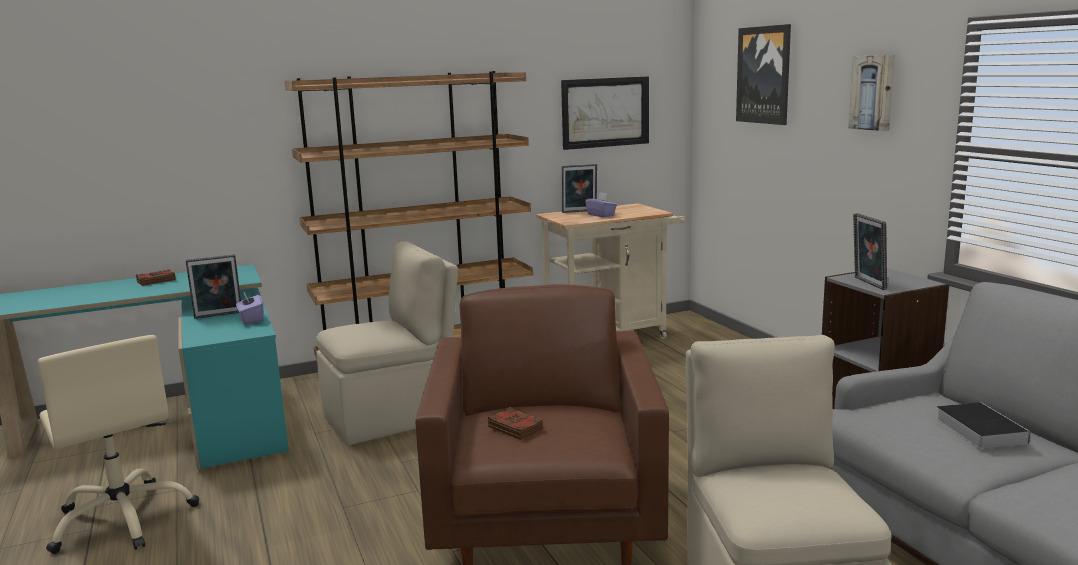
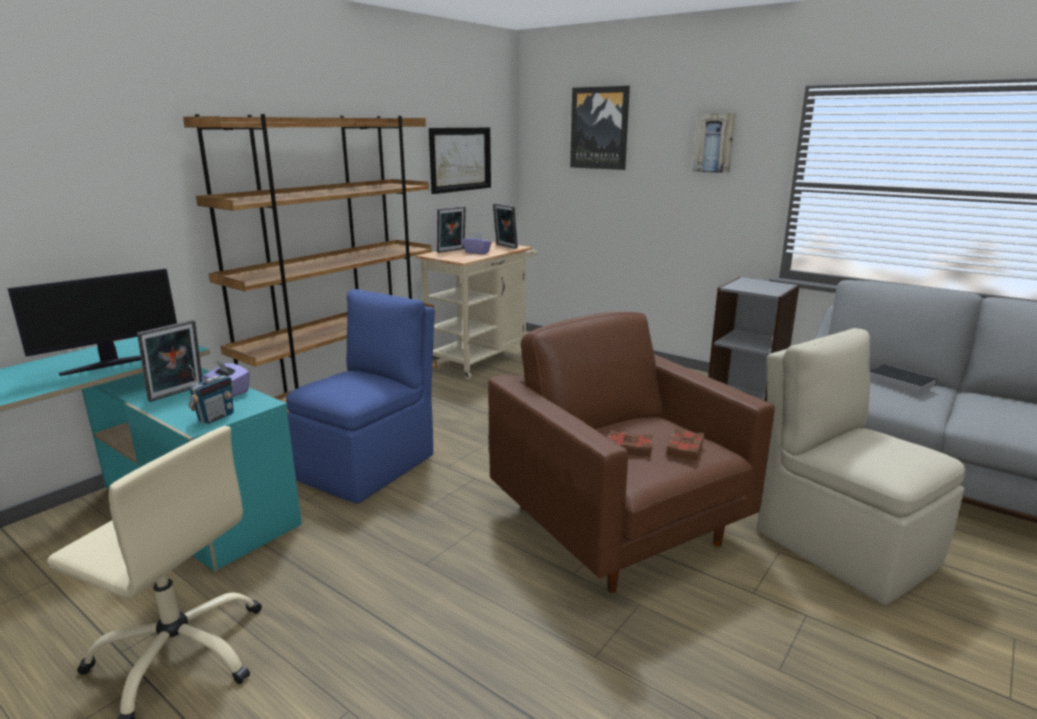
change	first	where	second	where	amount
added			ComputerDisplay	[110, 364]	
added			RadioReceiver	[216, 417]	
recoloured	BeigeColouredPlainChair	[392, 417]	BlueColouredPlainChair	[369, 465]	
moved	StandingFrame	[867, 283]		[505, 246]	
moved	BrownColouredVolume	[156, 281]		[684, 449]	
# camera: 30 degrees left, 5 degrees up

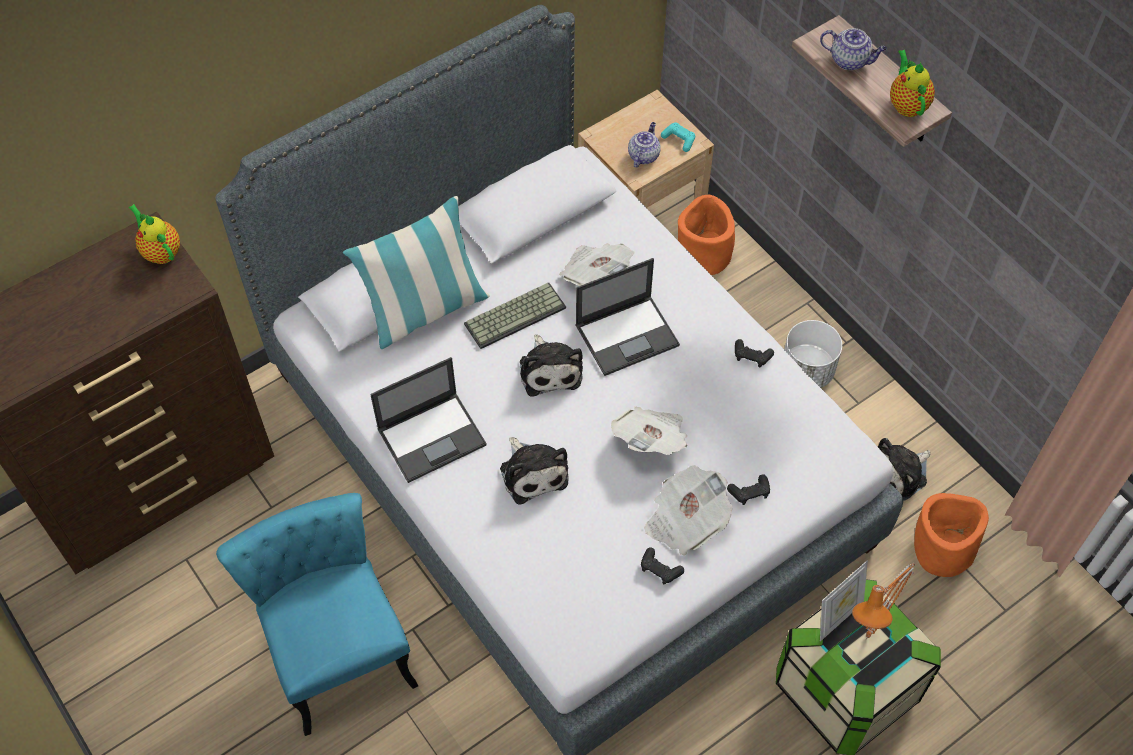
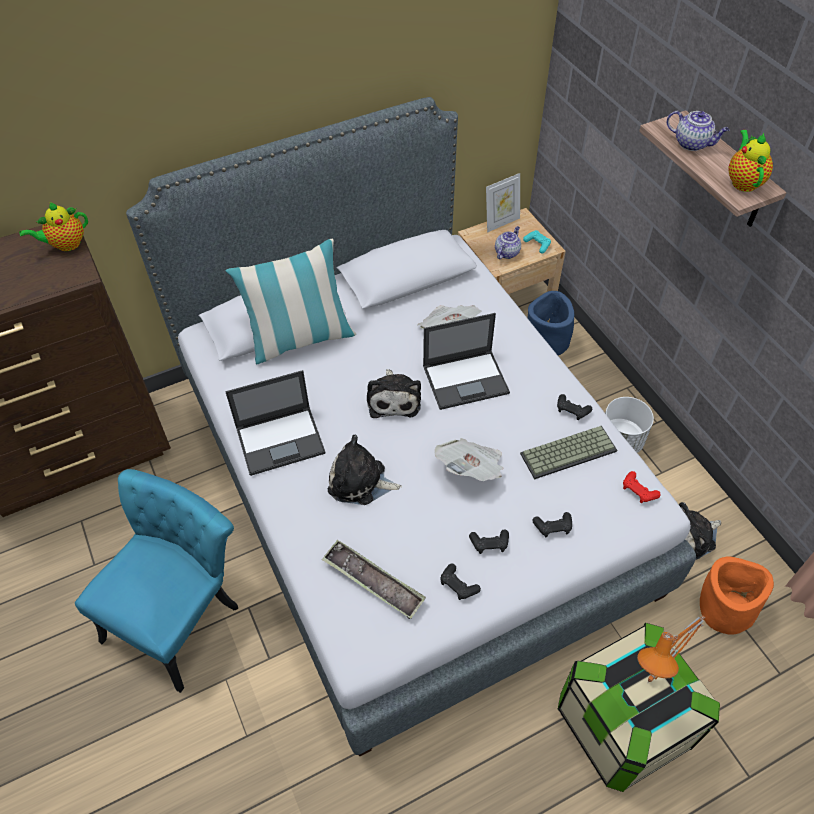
change	first	where	second	where	amount
turned	PotForTea	[160, 251]		[66, 245]	90 degrees counterclockwise
turned	BlueGreenPlainChair	[336, 646]		[181, 612]	45 degrees clockwise
added			Tray	[373, 582]	
turned	PlushToy	[533, 472]		[360, 482]	120 degrees clockwise
replaced	PrintedPaper	[685, 520]	BlackGamepad	[489, 544]	
moved	StandingFrame	[837, 617]		[501, 223]	
moved	ComputerKeyboard	[515, 314]		[568, 451]	
recoloured	OrangeyPlantPot	[704, 255]	BlueColouredPlantPot	[547, 341]	
added			RedColouredGamepad	[638, 491]	
# camera: 10 degrees right, 5 degrees down

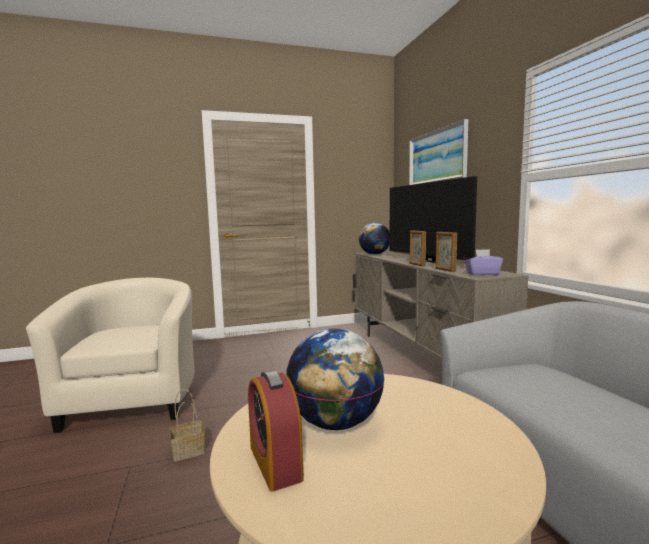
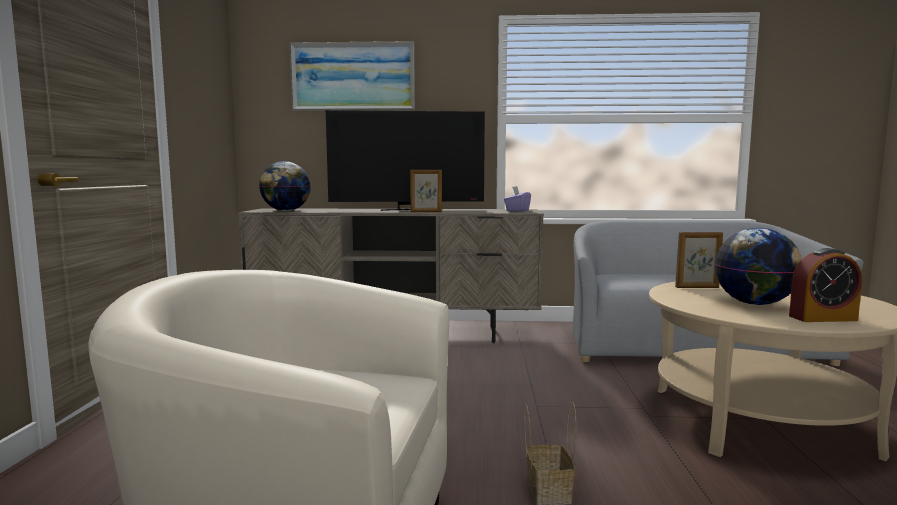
change	first	where	second	where	amount
moved	StandingFrame	[445, 270]		[697, 287]	
# camera: 70 degrees left, 0 degrees up

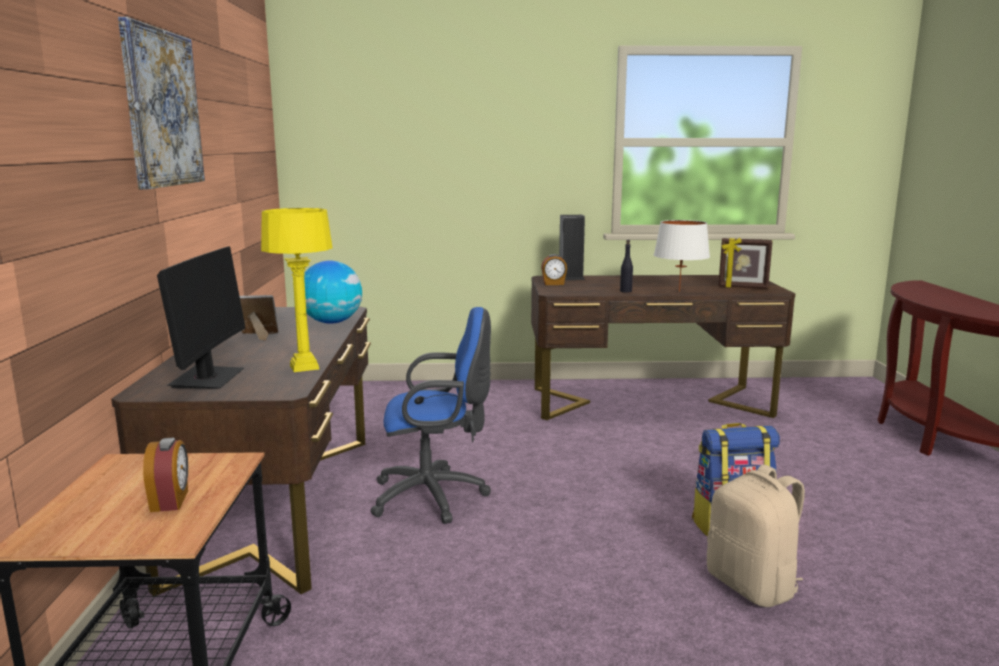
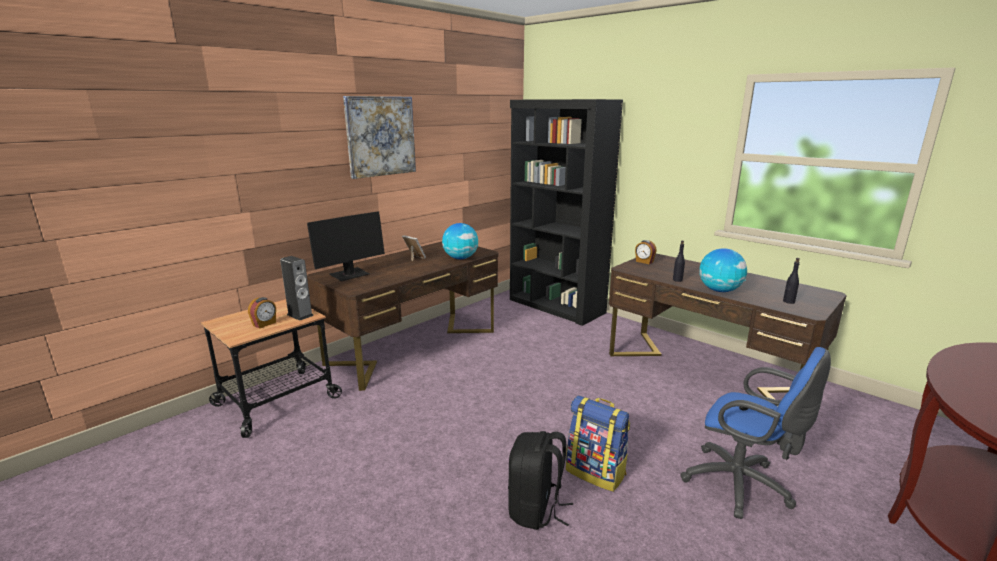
change	first	where	second	where	amount
moved	Speaker	[570, 278]		[300, 315]	
recoloured	BeigeColouredBackpack	[753, 586]	BlackBackpack	[536, 509]	
added			BlackShelvingUnit	[556, 306]	
moved	BlueColouredComputerChair	[435, 497]		[742, 486]	
replaced	WhitishTableLamp	[679, 291]	Globe	[719, 290]	
replaced	StandingFrame	[742, 287]	BlackBeverageBottle	[788, 301]	
removed	YellowColouredTableLamp	[305, 367]			
# camera: 45 degrees right, 5 degrees up

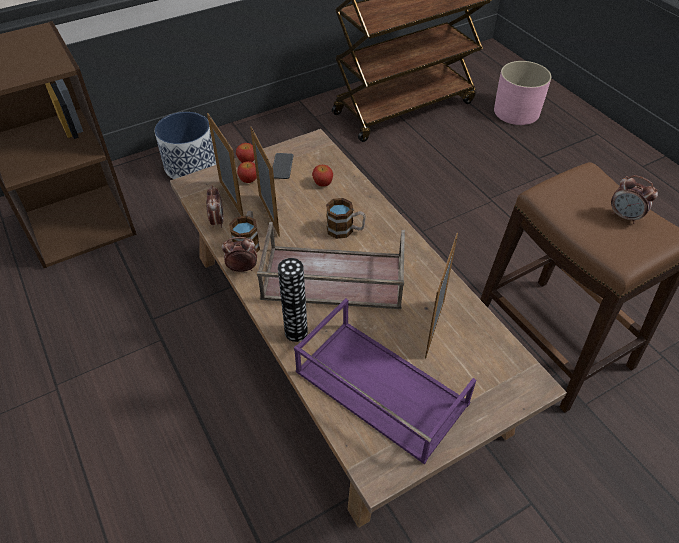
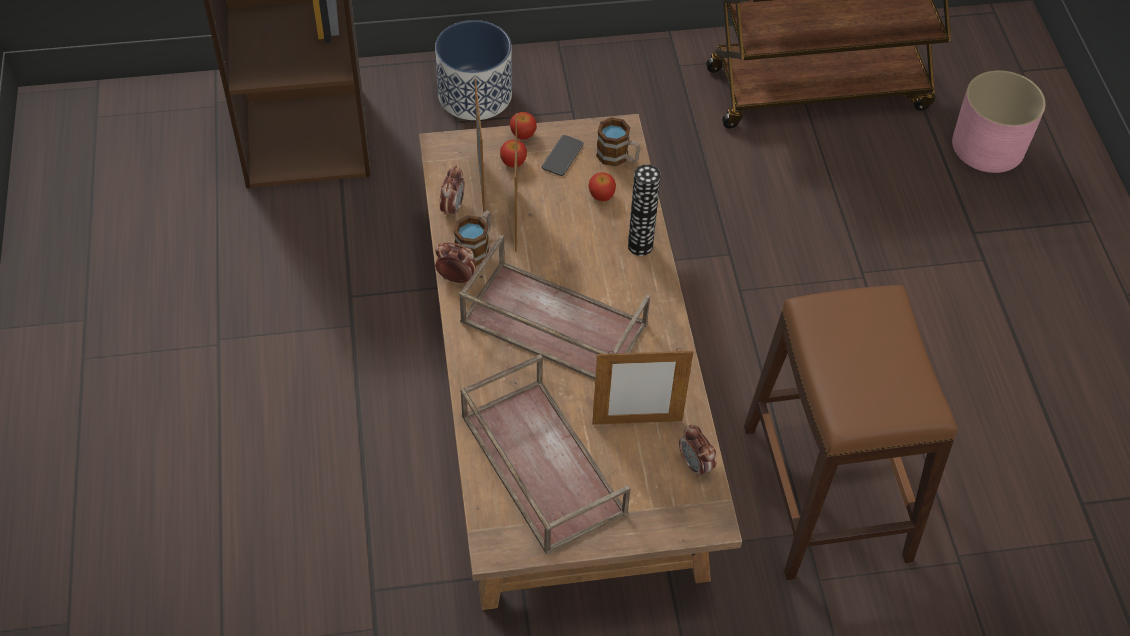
change	first	where	second	where	amount
recoloured	PurplishTray	[378, 388]	BrownColouredTray	[540, 463]	
turned	StandingFrame	[435, 328]		[637, 422]	135 degrees counterclockwise
moved	Mug	[345, 230]		[618, 157]	
moved	Vase	[296, 332]		[640, 246]	
moved	TableClock	[625, 216]		[695, 465]	
# camera: 20 degrees right, 5 degrees up

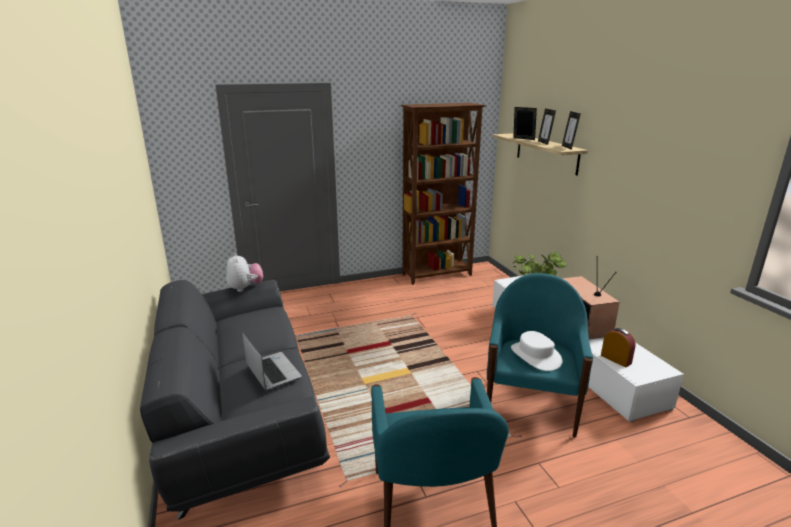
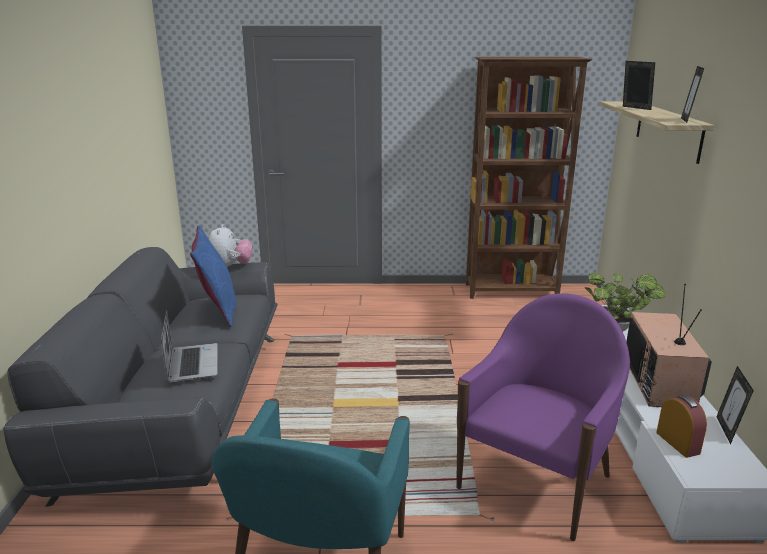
change	first	where	second	where	amount
added			BlueColouredPillow	[218, 310]	
recoloured	BlueGreenArmchair	[530, 404]	PurplishArmchair	[535, 480]	
moved	StandingFrame	[544, 142]		[727, 430]	
removed	WhitishHat	[535, 356]			
# camera: 20 degrees right, 0 degrees up

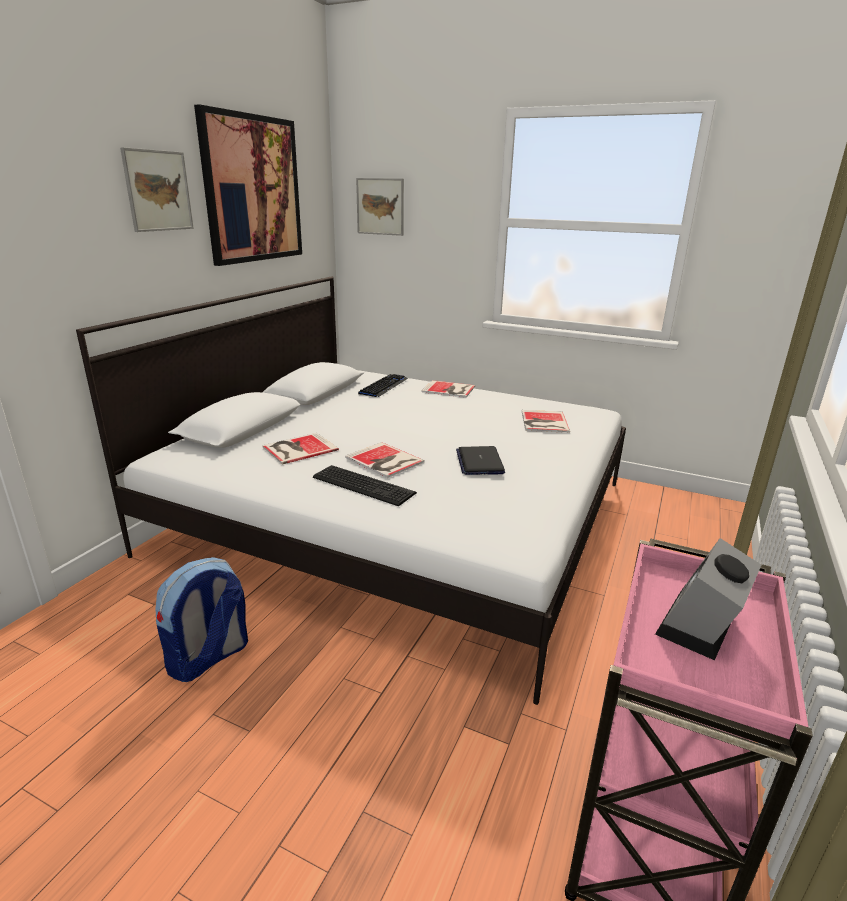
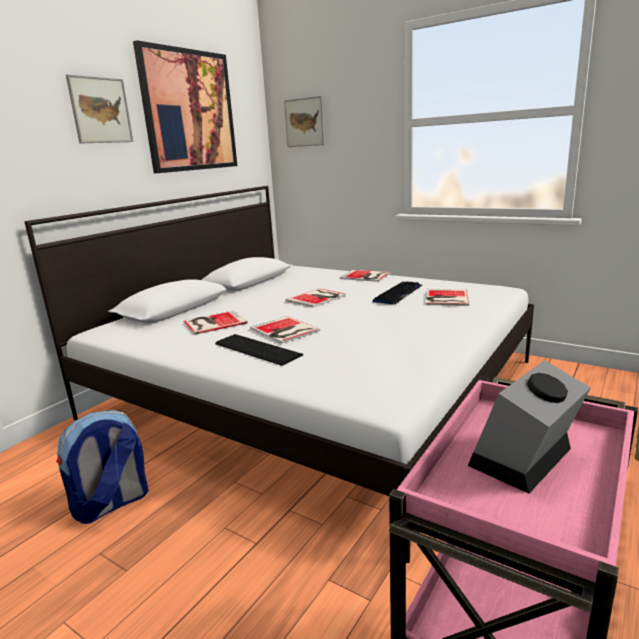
change	first	where	second	where	amount
added			Volume	[318, 298]	
moved	ComputerKeyboard	[384, 386]		[398, 294]	
removed	Laptop	[479, 462]			
# camera: 10 degrees right, 5 degrees down

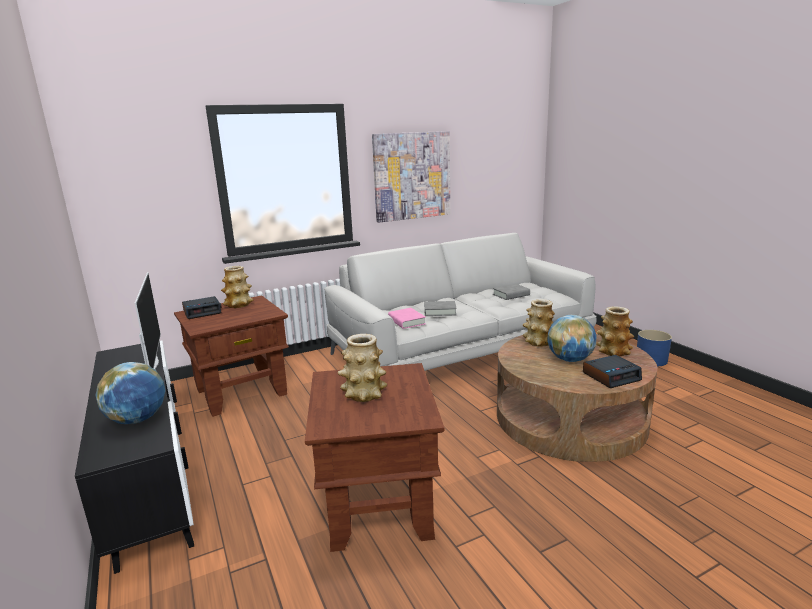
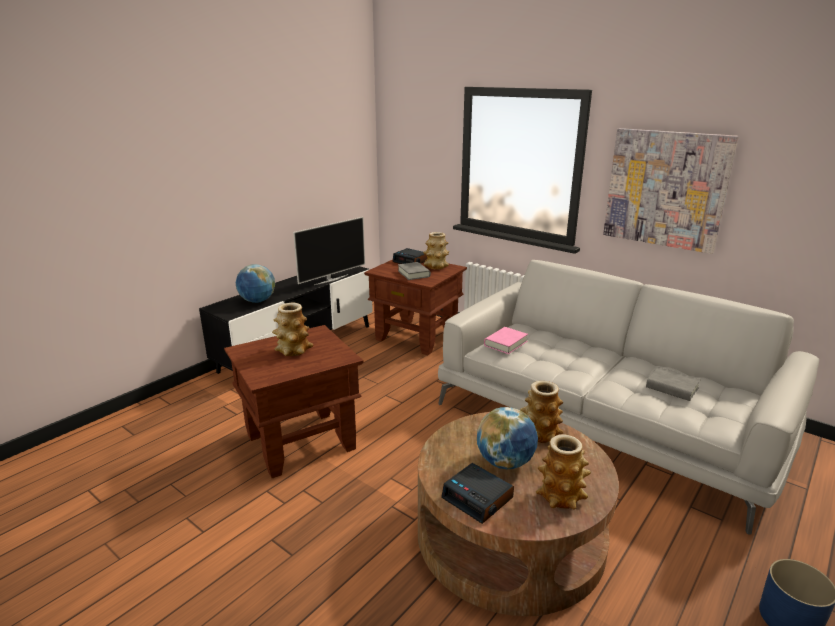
change	first	where	second	where	amount
moved	GreyishVolume	[440, 311]		[413, 274]	
# camera: 65 degrees right, 5 degrees up

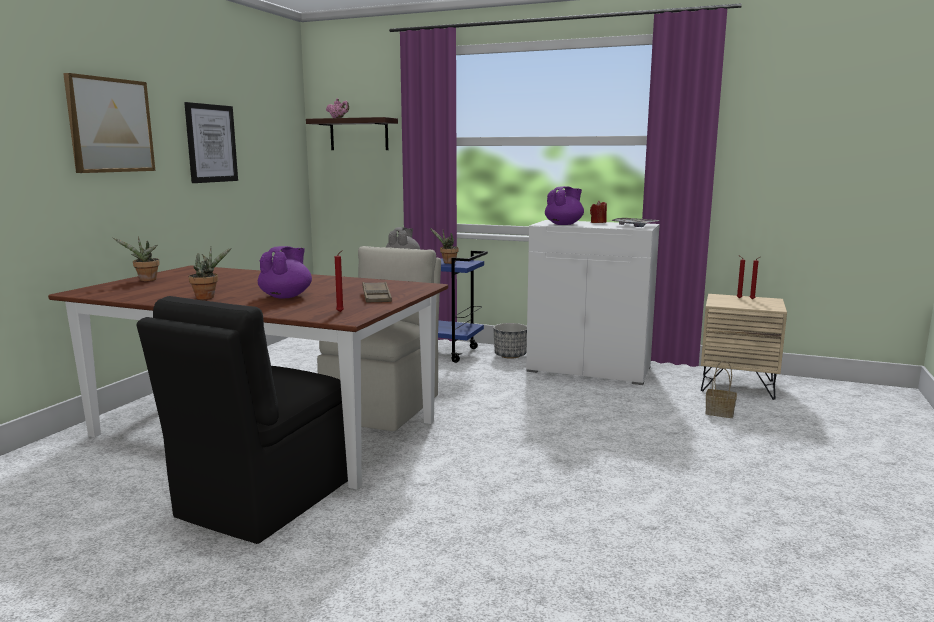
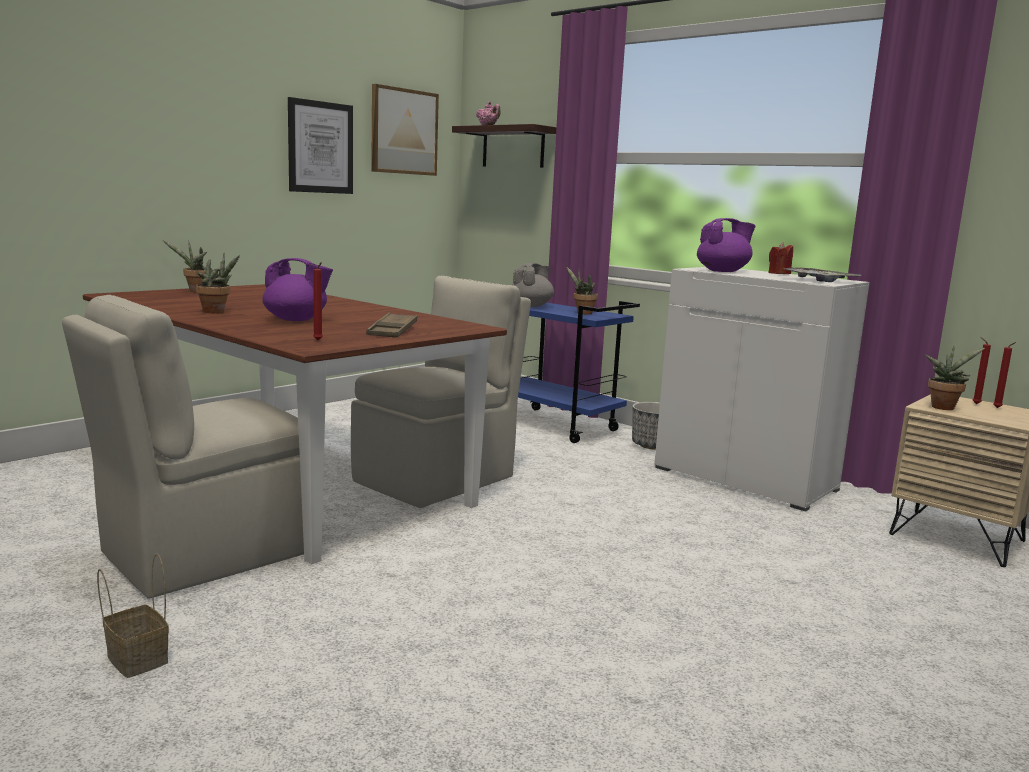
change	first	where	second	where	amount
recoloured	BlackPlainChair	[262, 500]	BeigeColouredPlainChair	[203, 553]	
moved	StorageBasket	[718, 413]		[135, 659]	
turned	PurplishPotForTea	[286, 296]		[296, 320]	60 degrees clockwise
moved	WallPicture	[110, 125]		[403, 132]	
added			PlantInAPot	[944, 407]	
# camera: 20 degrees right, 0 degrees up

